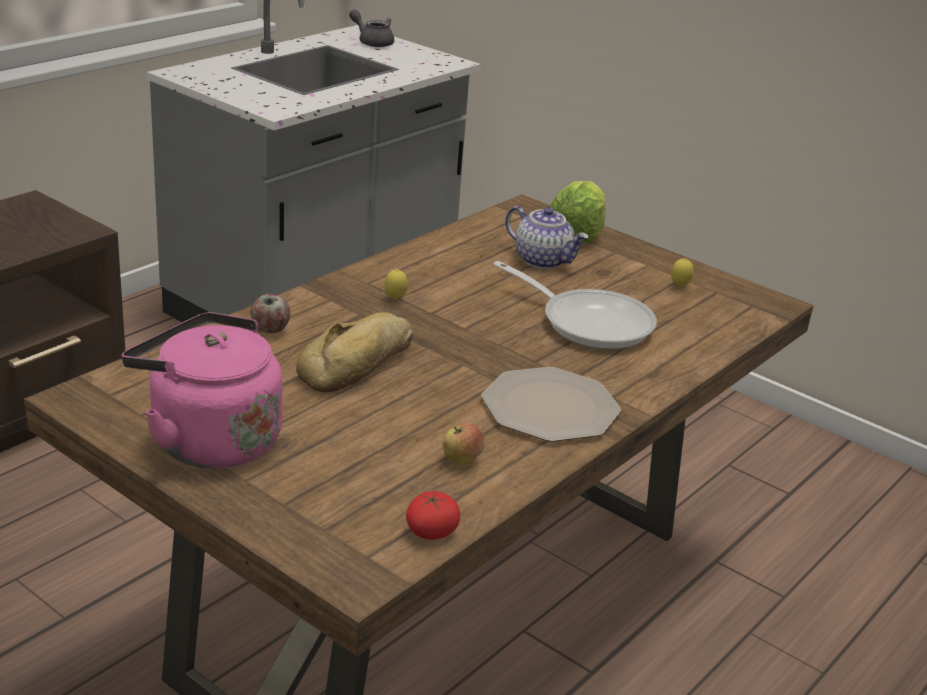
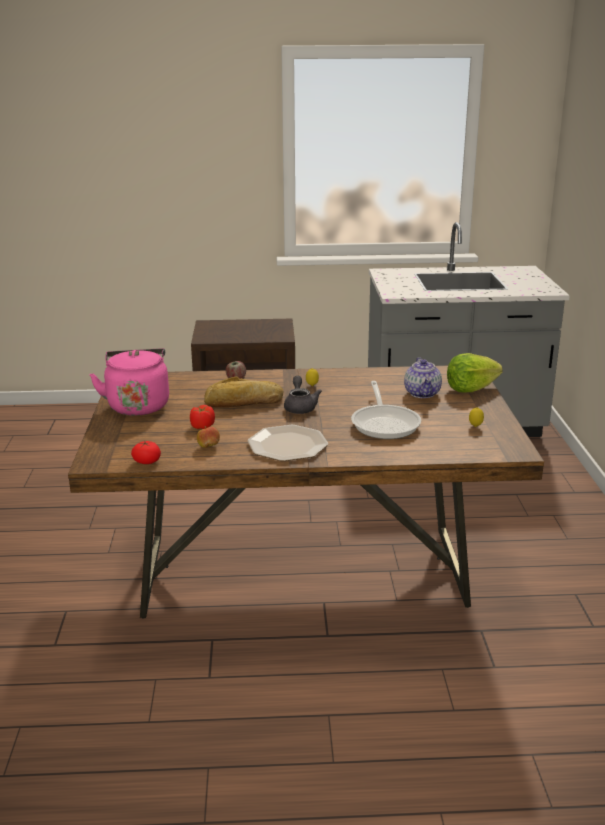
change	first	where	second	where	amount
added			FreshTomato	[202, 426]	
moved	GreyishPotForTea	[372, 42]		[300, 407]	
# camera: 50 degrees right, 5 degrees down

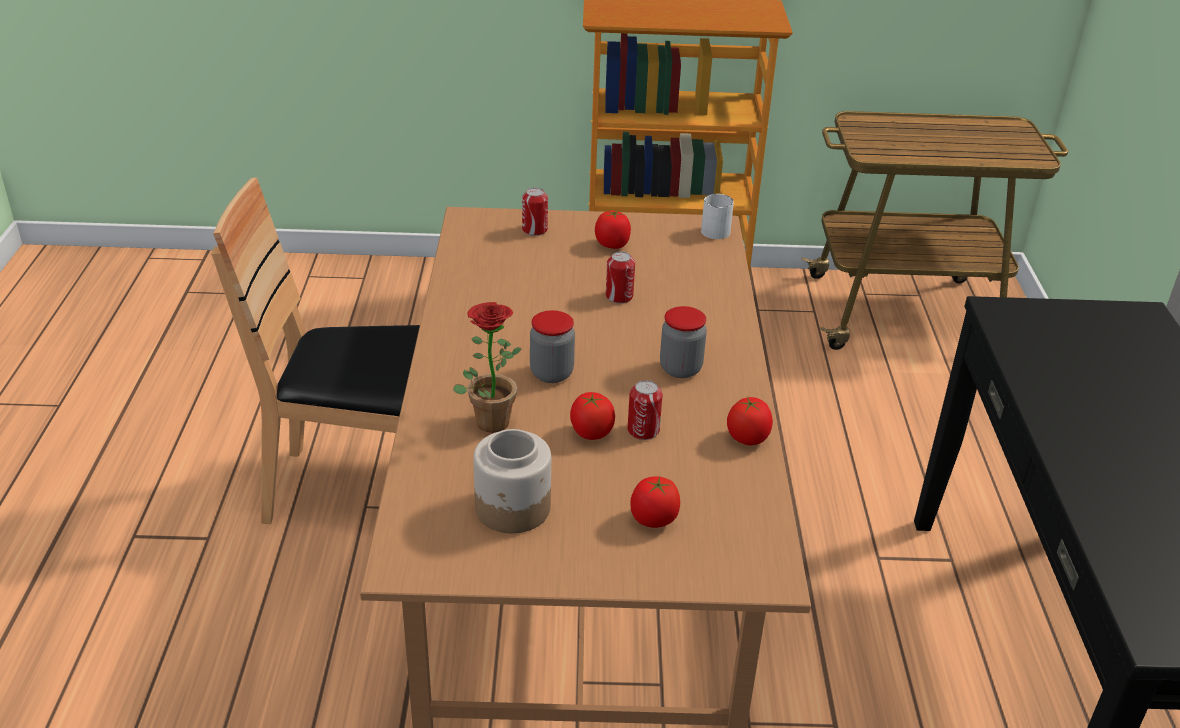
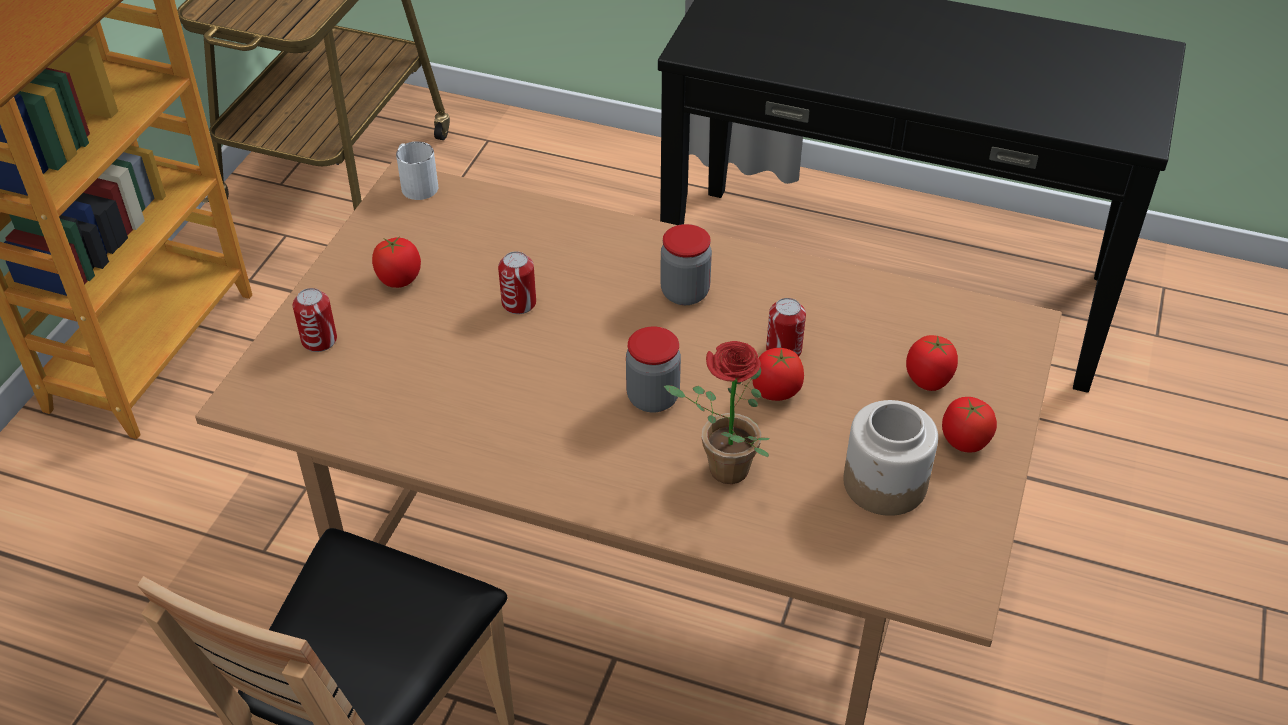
change	first	where	second	where	amount
moved	FreshTomato	[747, 438]		[964, 441]	
# camera: 70 degrees left, 10 degrees up

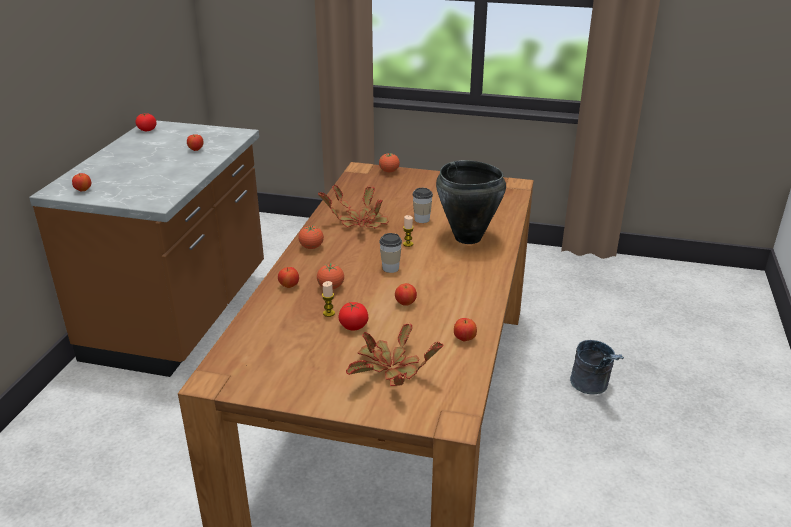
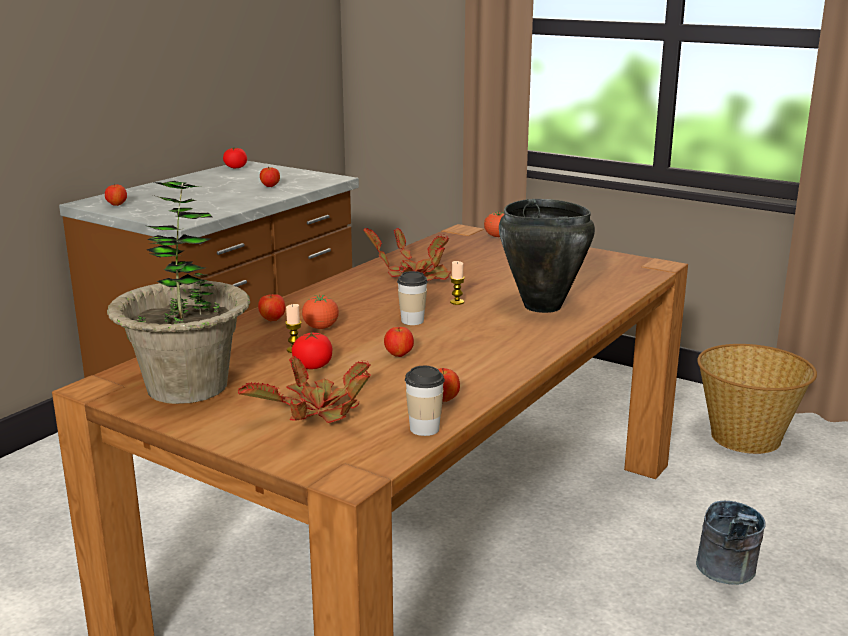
change	first	where	second	where	amount
added			PlantInAPot	[187, 387]	
moved	DrinkingCup	[422, 219]		[424, 429]	
added			StorageBasket	[746, 437]	
removed	FreshTomato	[311, 247]			
# camera: 20 degrees right, 10 degrees down

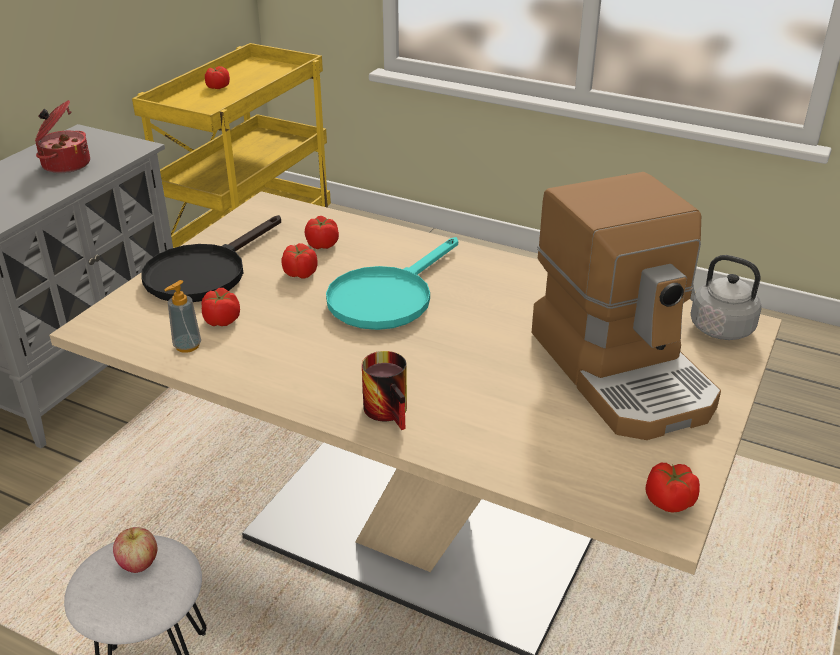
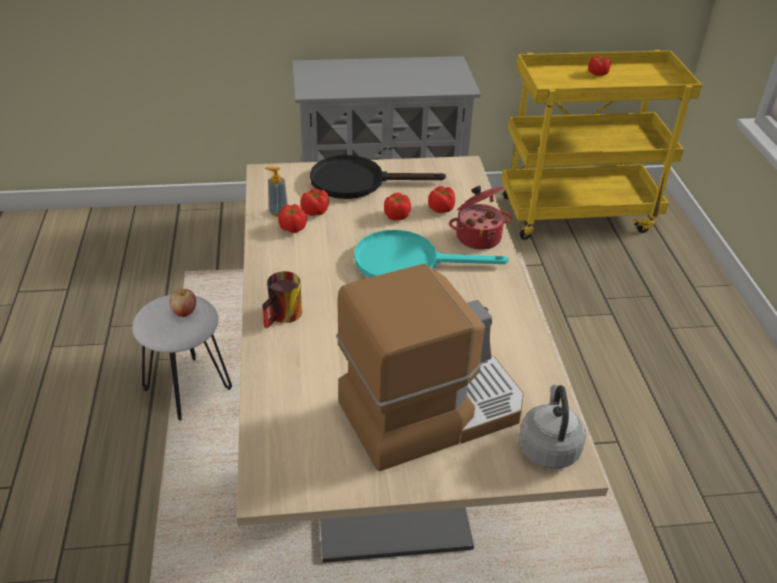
change	first	where	second	where	amount
moved	FreshTomato	[669, 501]		[293, 228]	
turned	CoffeeMachine	[623, 370]		[430, 410]	150 degrees counterclockwise
moved	Stockpot	[65, 164]		[478, 237]	
# camera: 55 degrees right, 5 degrees up

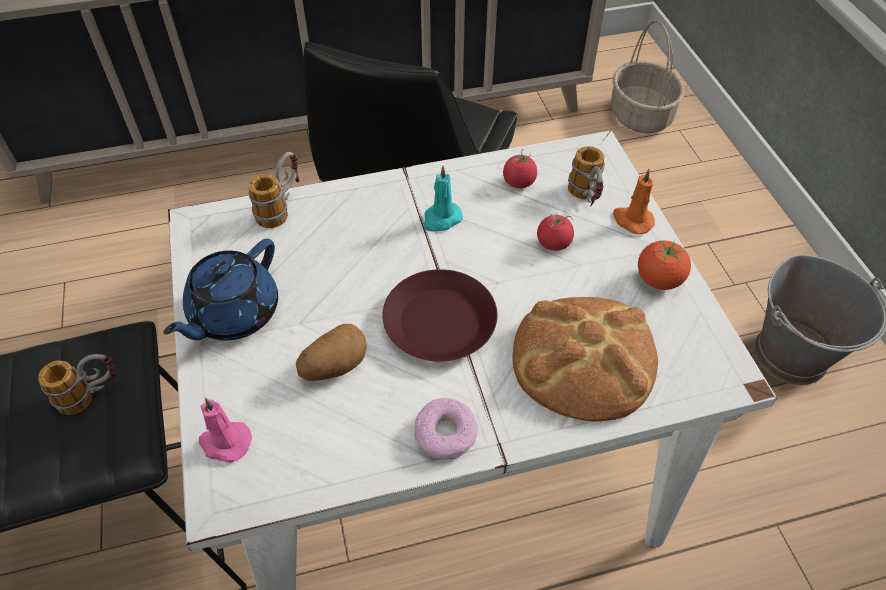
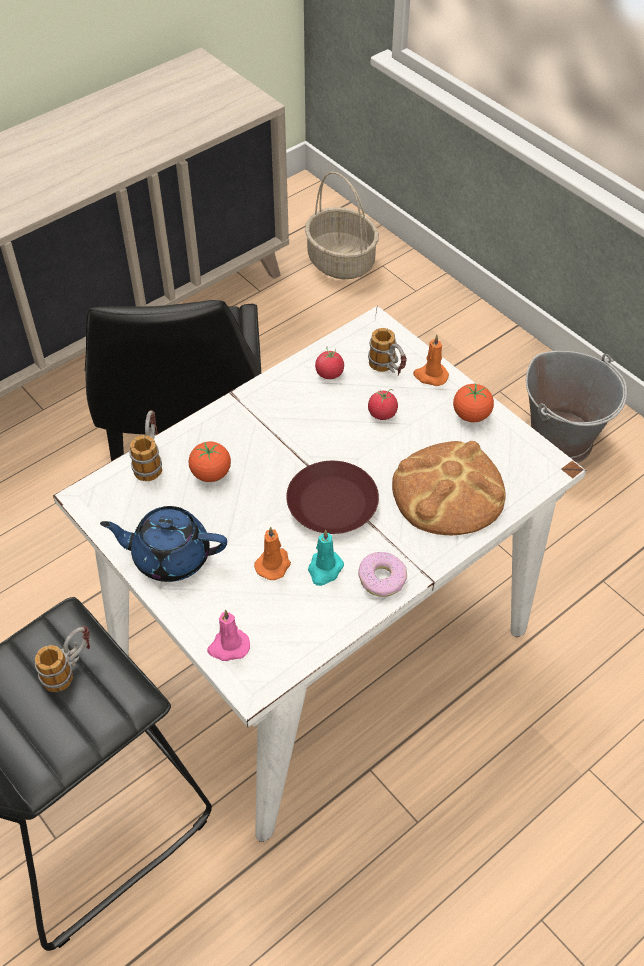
change	first	where	second	where	amount
turned	BlueColouredPotForTea	[233, 314]		[170, 556]	90 degrees clockwise
added			FreshTomato	[211, 474]	
replaced	WholePotato	[334, 366]	OrangeyWaxLight	[274, 564]	
moved	BlueGreenWaxLight	[441, 219]		[324, 569]	
# camera: 25 degrees left, 0 degrees up

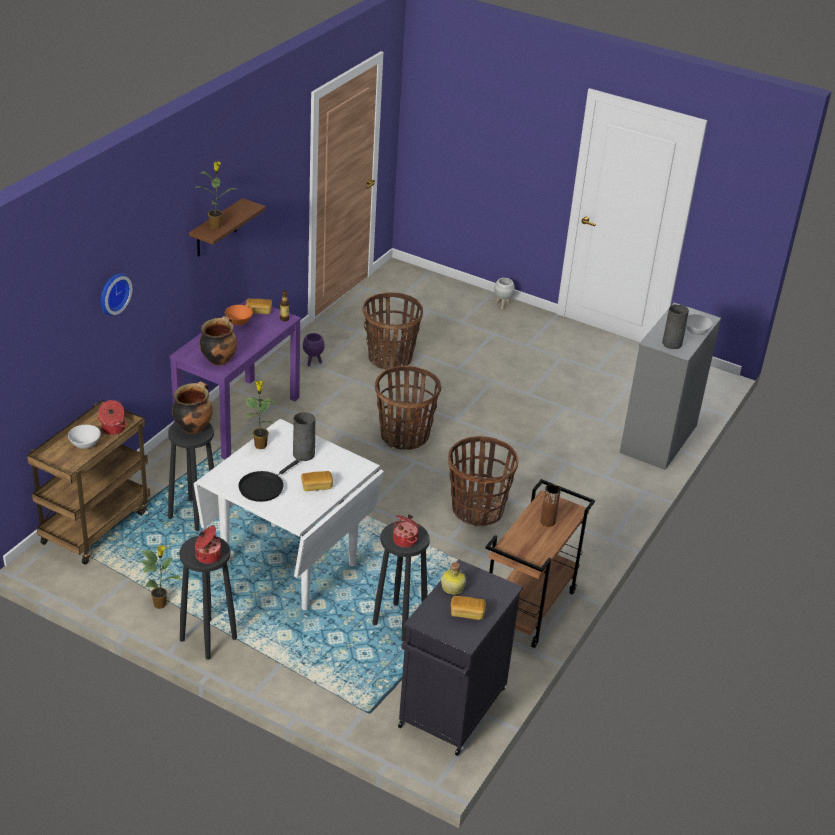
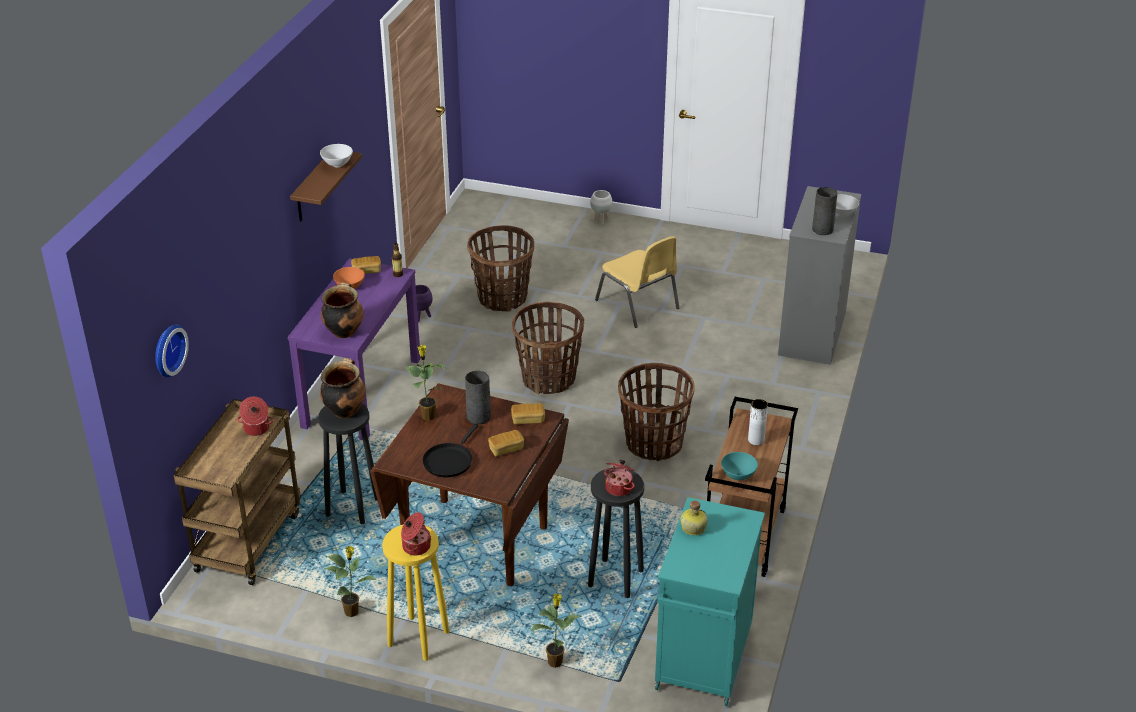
change	first	where	second	where	amount
moved	ClockOnTheWall	[112, 293]		[167, 350]	
moved	WhitishBowl	[85, 445]		[338, 164]	
recoloured	WhitishDiningTable	[288, 566]	BrownColouredDiningTable	[475, 542]	
recoloured	BlackStoolSeat	[208, 638]	YellowColouredStoolSeat	[417, 638]	
moved	BakeryBread	[467, 613]		[528, 420]	
moved	PlantInAPot	[216, 226]		[555, 661]	
added			YellowColouredPlainChair	[638, 305]	
recoloured	BlackCabinet	[451, 709]	BlueGreenCabinet	[703, 659]	
added			BlueGreenBowl	[738, 476]	
recoloured	BrownColouredVase	[547, 521]	WhitishVase	[756, 440]	
# camera: 10 degrees left, 0 degrees up

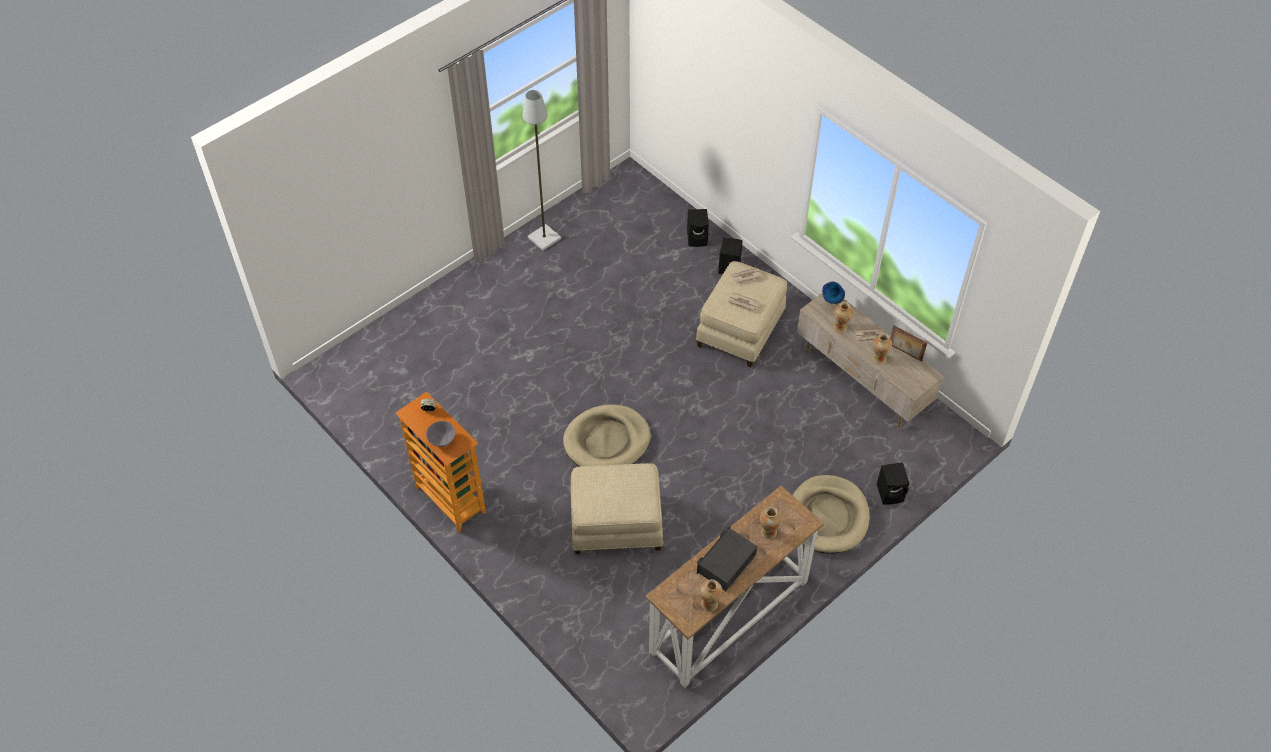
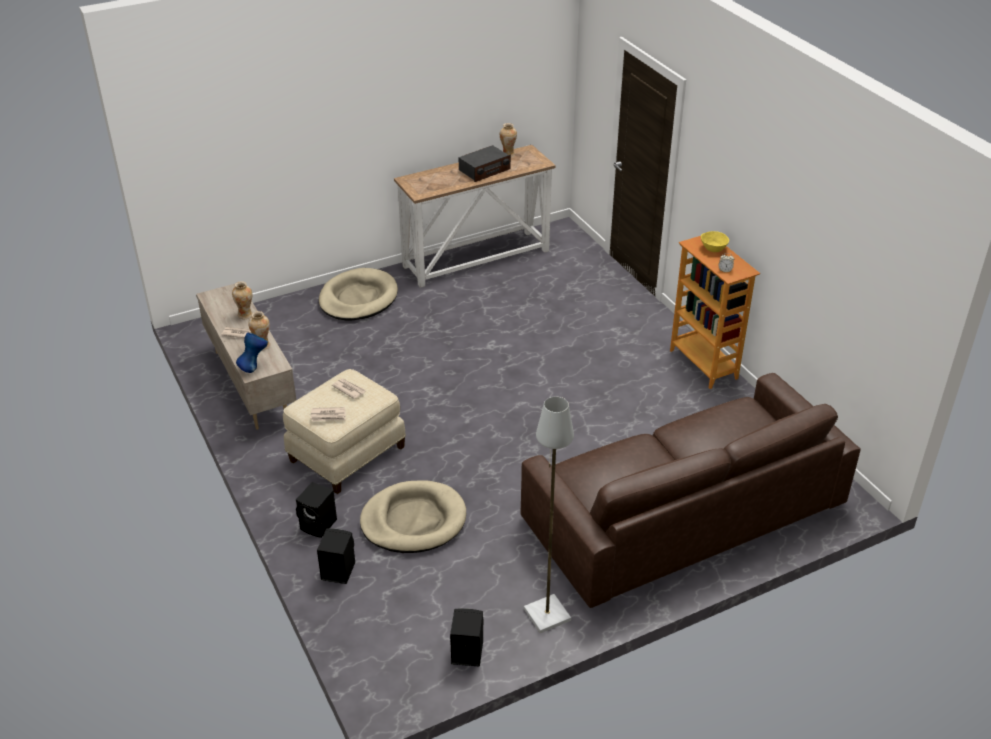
change	first	where	second	where	amount
moved	BeigeColouredDogCushion	[607, 441]		[413, 520]	
moved	BlackSpeaker	[891, 493]		[466, 652]	
added			BrownColouredCouch	[682, 510]	
recoloured	GreyishBowl	[441, 439]	YellowColouredBowl	[713, 248]	
removed	BeigeColouredPouffe	[616, 525]			
removed	Vase	[768, 532]			
removed	StandingFrame	[905, 353]			
# camera: 165 degrees left, 15 degrees down

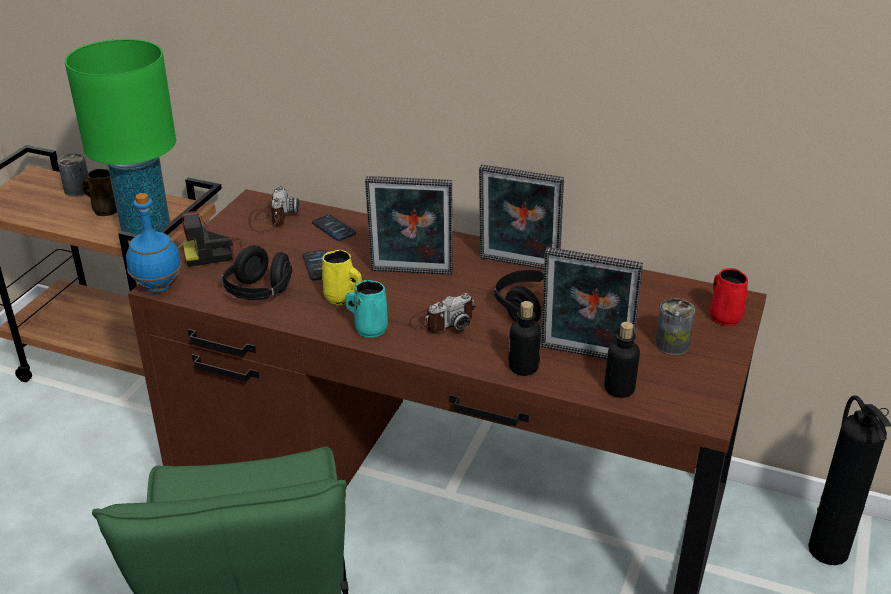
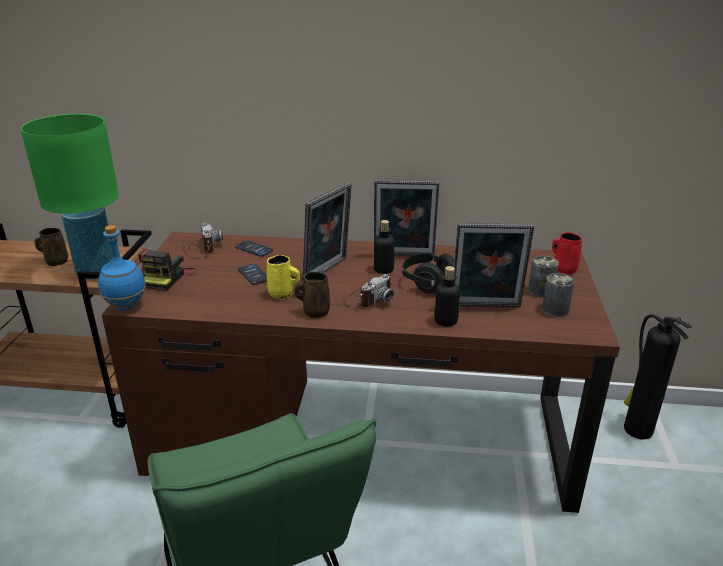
change	first	where	second	where	amount
turned	StillCamera	[217, 255]		[168, 278]	45 degrees counterclockwise
recoloured	BlueGreenMug	[369, 329]	BrownColouredMug	[314, 312]	
turned	StandingFrame	[411, 274]		[328, 271]	45 degrees counterclockwise
moved	BeverageBottle	[619, 389]		[383, 269]	
moved	MetalCan	[77, 190]		[555, 310]	
removed	BlackPairOfHeadphones	[259, 293]			
# camera: 15 degrees left, 5 degrees down

